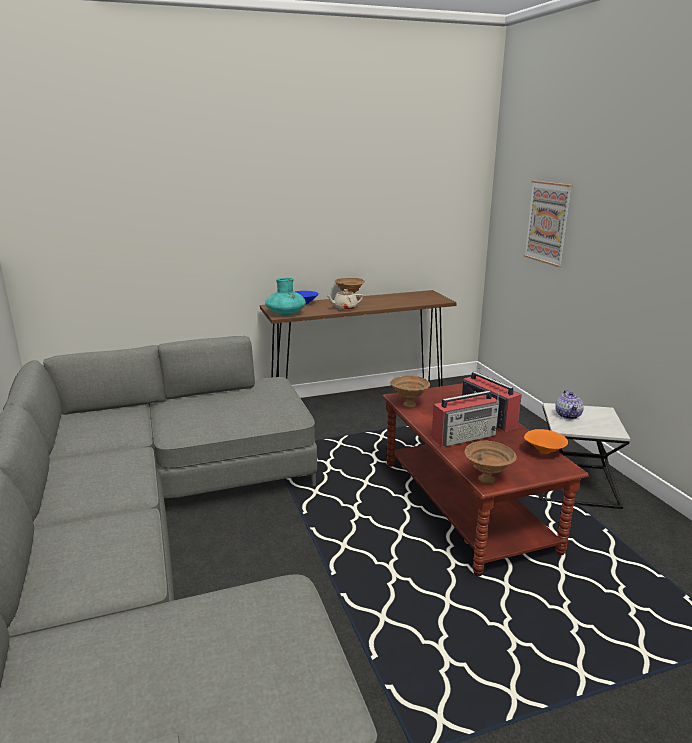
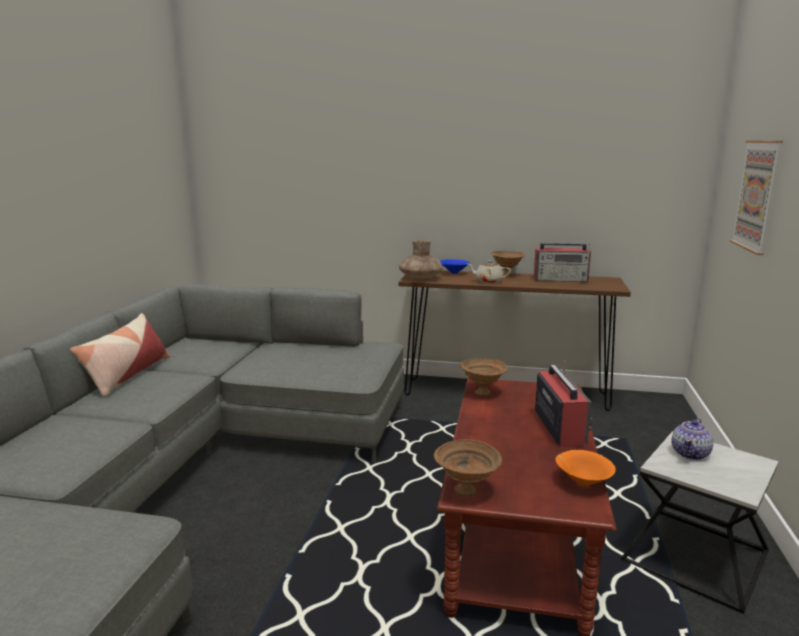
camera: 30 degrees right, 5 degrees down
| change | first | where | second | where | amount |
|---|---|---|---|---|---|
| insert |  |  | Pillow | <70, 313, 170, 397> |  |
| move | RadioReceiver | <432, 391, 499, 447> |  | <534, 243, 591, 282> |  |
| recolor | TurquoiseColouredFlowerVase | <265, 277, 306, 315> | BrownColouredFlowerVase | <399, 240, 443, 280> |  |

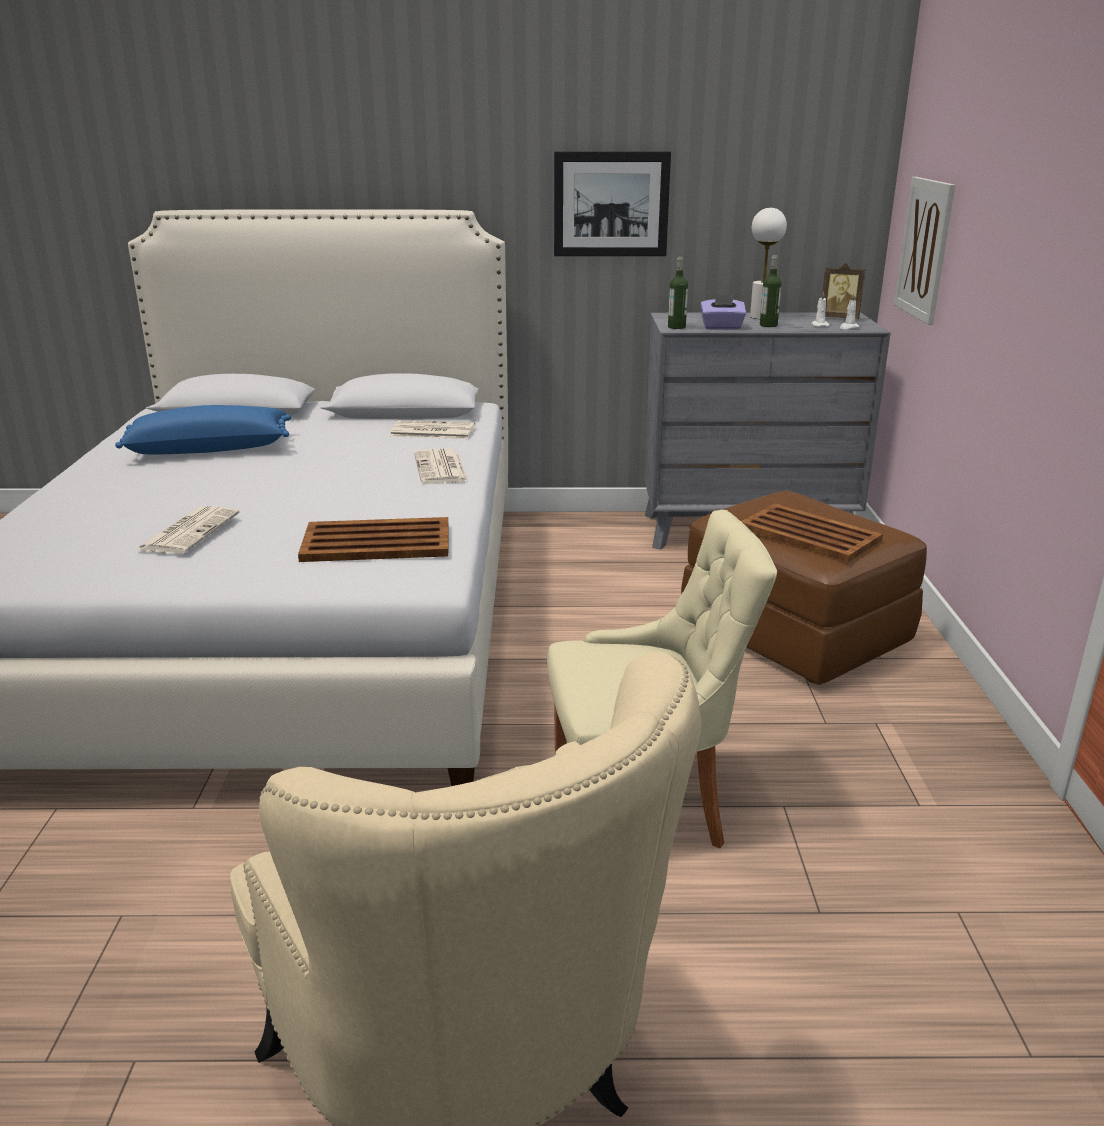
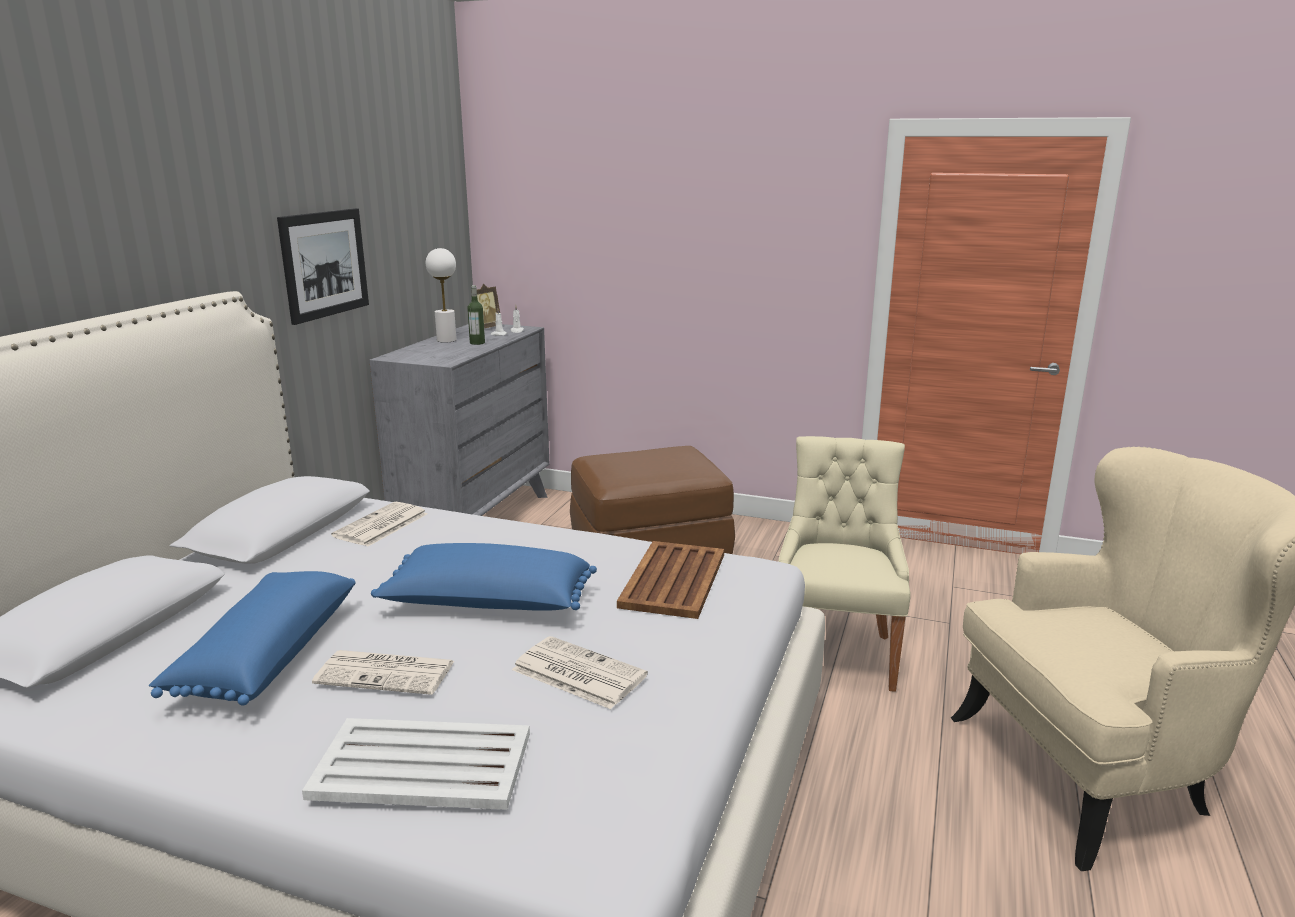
camera: 70 degrees left, 5 degrees down
| change | first | where | second | where | amount |
|---|---|---|---|---|---|
| delete | BeverageBottle | <668, 257, 688, 329> |  |  |  |
| delete | PurplishTissueHolder | <700, 294, 746, 330> |  |  |  |
| delete | BrownColouredTray | <741, 503, 883, 562> |  |  |  |
| delete | WallPicture | <894, 177, 955, 325> |  |  |  |
| insert |  |  | WhiteColouredTray | <302, 718, 530, 810> |  |
| insert |  |  | BlueColouredPillow | <371, 543, 597, 611> |  |
| move | Newspaper | <414, 449, 468, 484> |  | <312, 650, 455, 695> |  |

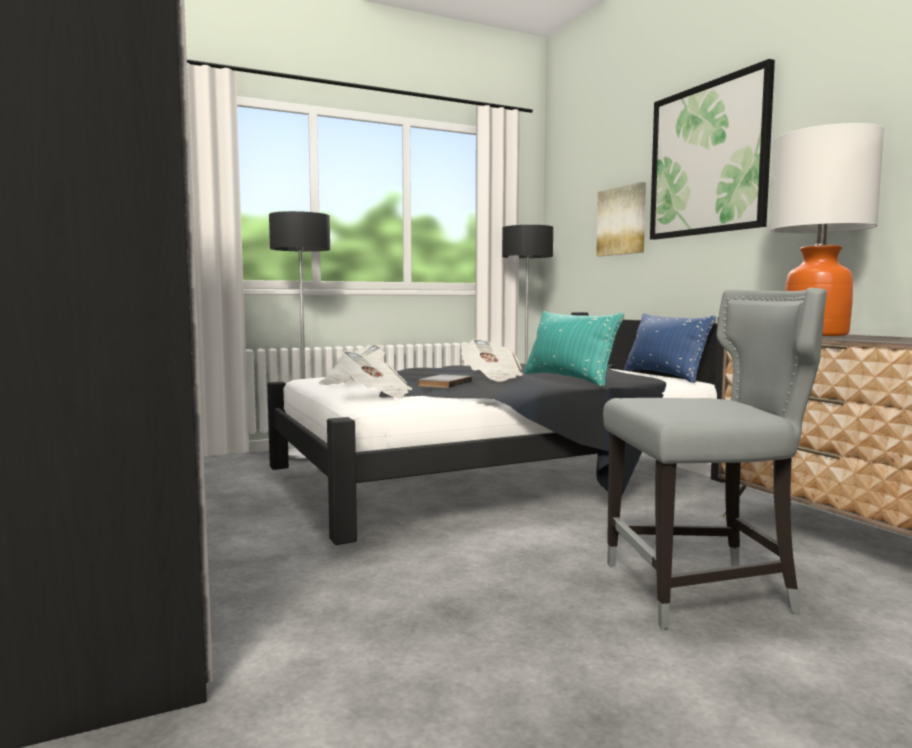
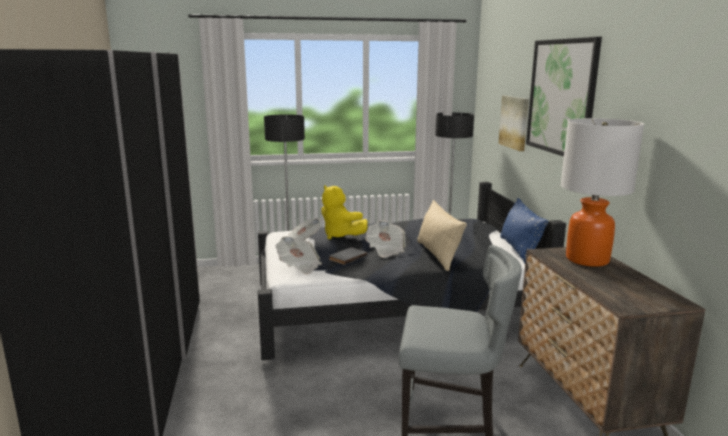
camera: 15 degrees right, 10 degrees up
| change | first | where | second | where | amount |
|---|---|---|---|---|---|
| insert |  |  | YellowishSoftToy | <321, 185, 368, 239> |  |
| recolor | TurquoiseColouredPillow | <524, 311, 624, 387> | BeigeColouredPillow | <417, 200, 467, 271> |  |

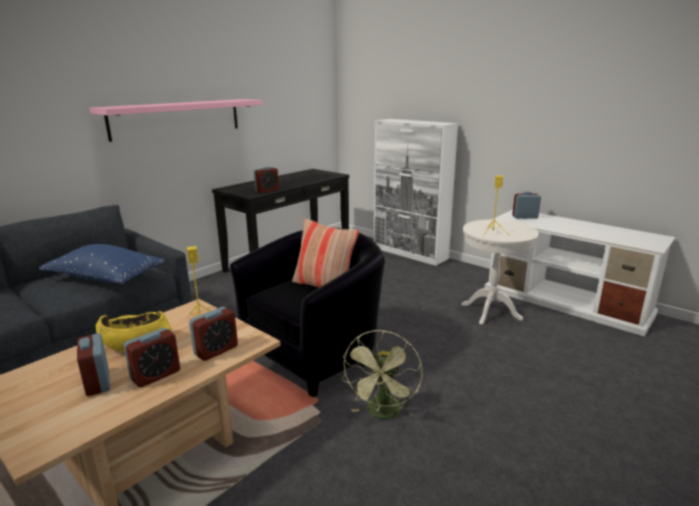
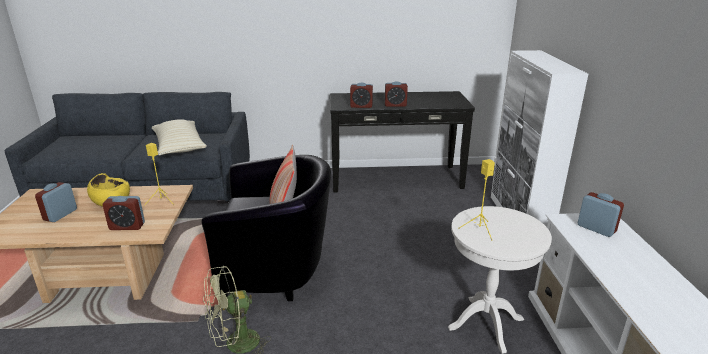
camera: 45 degrees right, 5 degrees up
| change | first | where | second | where | amount |
|---|---|---|---|---|---|
| delete | PinkColouredBracketShelf | <89, 99, 263, 142> |  |  |  |
| move | BedsideClock | <123, 328, 180, 388> |  | <385, 81, 408, 107> |  |
| recolor | BlueColouredPillow | <39, 244, 165, 284> | BeigeColouredPillow | <152, 119, 206, 155> |  |

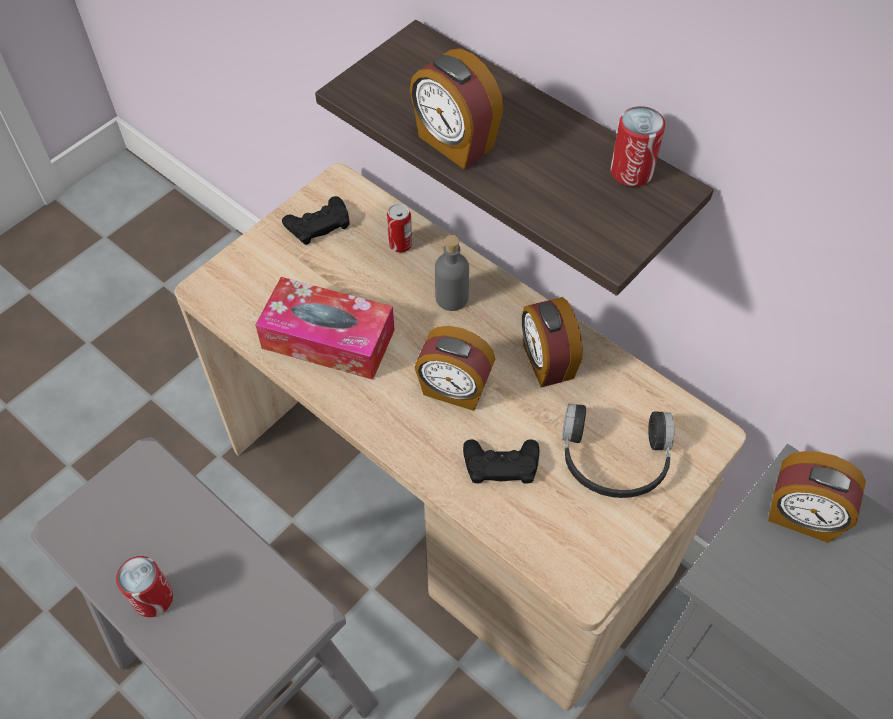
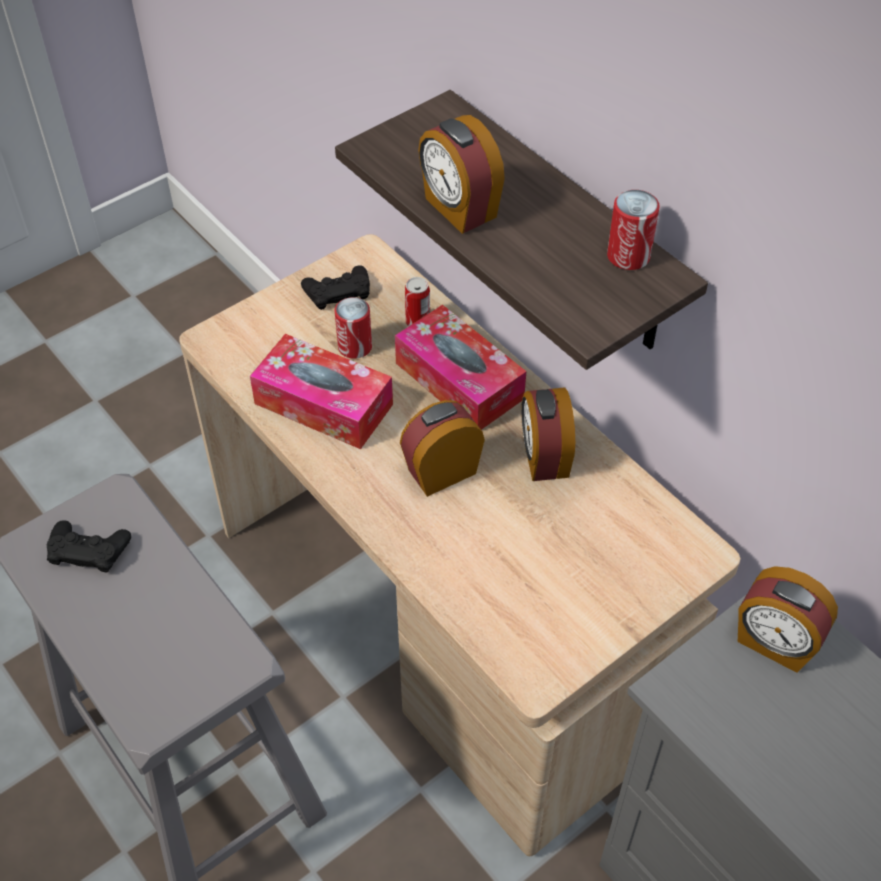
camera: 10 degrees right, 5 degrees down
| change | first | where | second | where | amount |
|---|---|---|---|---|---|
| delete | BlackPairOfHeadphones | <563, 403, 674, 498> |  |  |  |
| move | SealedCan | <116, 556, 173, 617> |  | <335, 297, 372, 359> |  |
| move | BlackGamepad | <463, 439, 540, 483> |  | <47, 520, 131, 573> |  |
| replace | GreyBeverageBottle | <435, 235, 469, 311> | TissueHolder | <395, 305, 526, 430> |  |
| rotate | BedsideClock | <414, 326, 495, 411> |  | <400, 400, 485, 497> | 120 degrees clockwise |

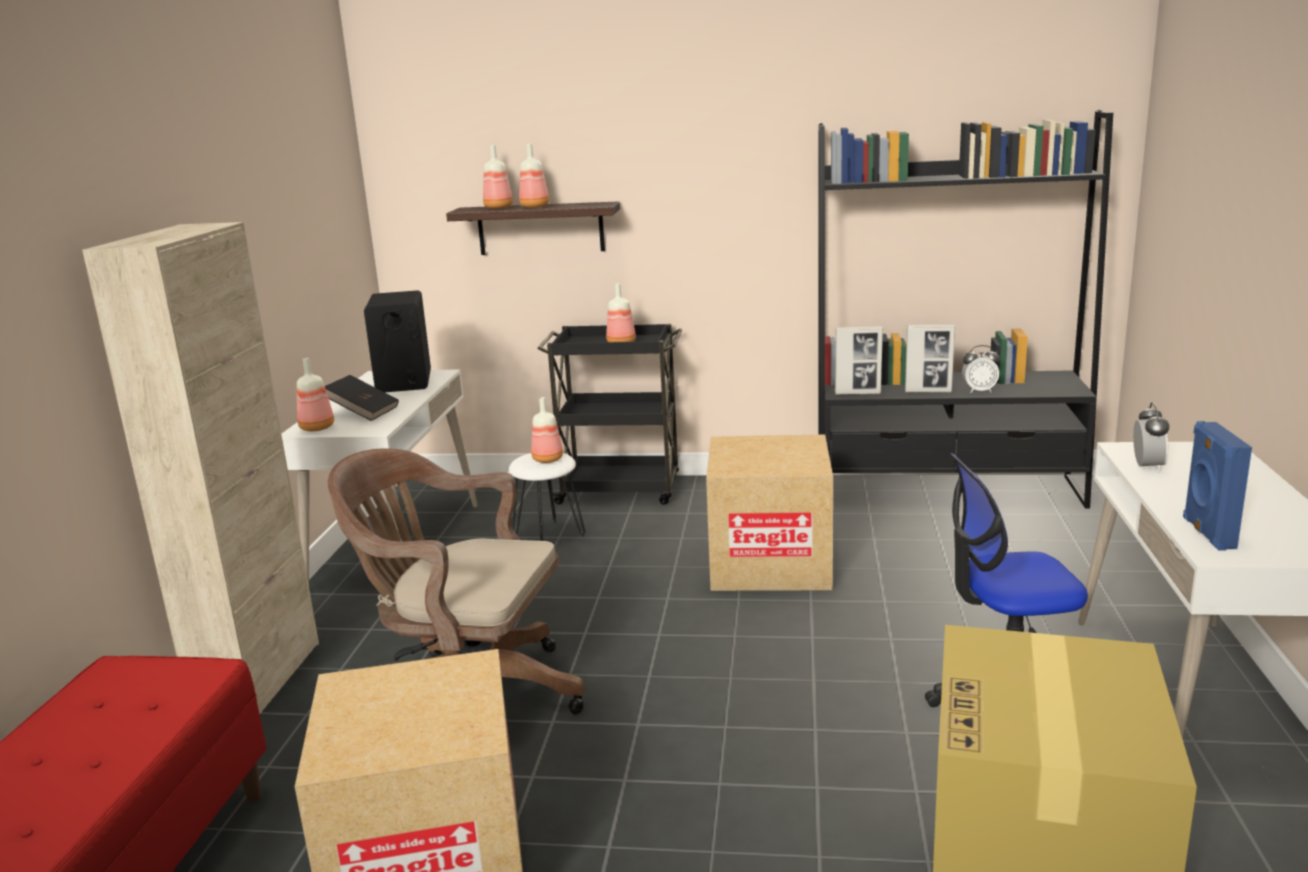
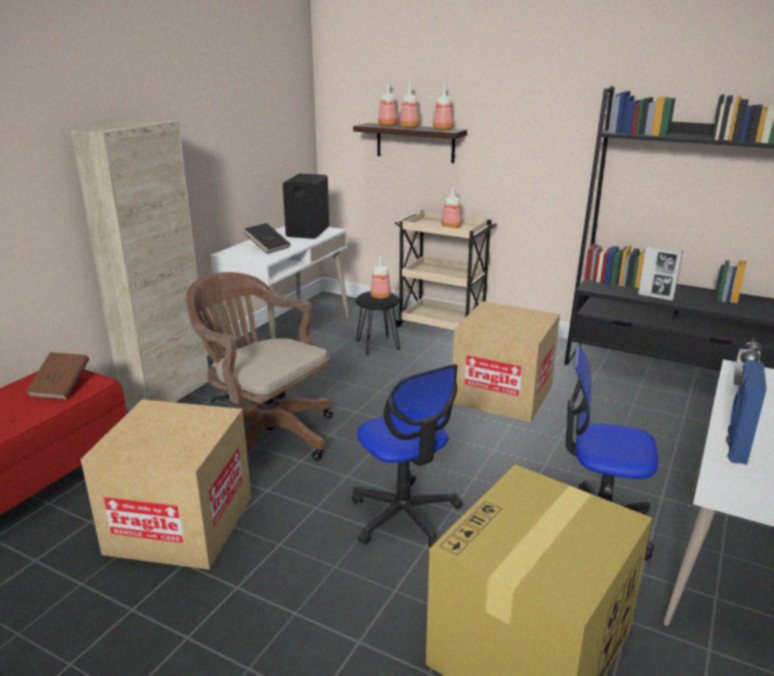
camera: 20 degrees right, 5 degrees up
| change | first | where | second | where | amount |
|---|---|---|---|---|---|
| delete | PictureFrame | <835, 326, 883, 395> |  |  |  |
| delete | BedsideClock | <962, 345, 1000, 393> |  |  |  |
| insert |  |  | BrownColouredBoundBook | <26, 352, 89, 400> |  |
| insert |  |  | DeskChair | <352, 364, 463, 547> |  |
| move | BeverageBottle | <297, 358, 334, 431> |  | <433, 85, 453, 130> |  |
| recolor | WhiteColouredStoolSeat | <509, 453, 585, 541> | BlackStoolSeat | <356, 291, 400, 355> |  |
| recolor | BlackWheeledCart | <537, 324, 682, 505> | BeigeColouredWheeledCart | <393, 210, 497, 330> |  |

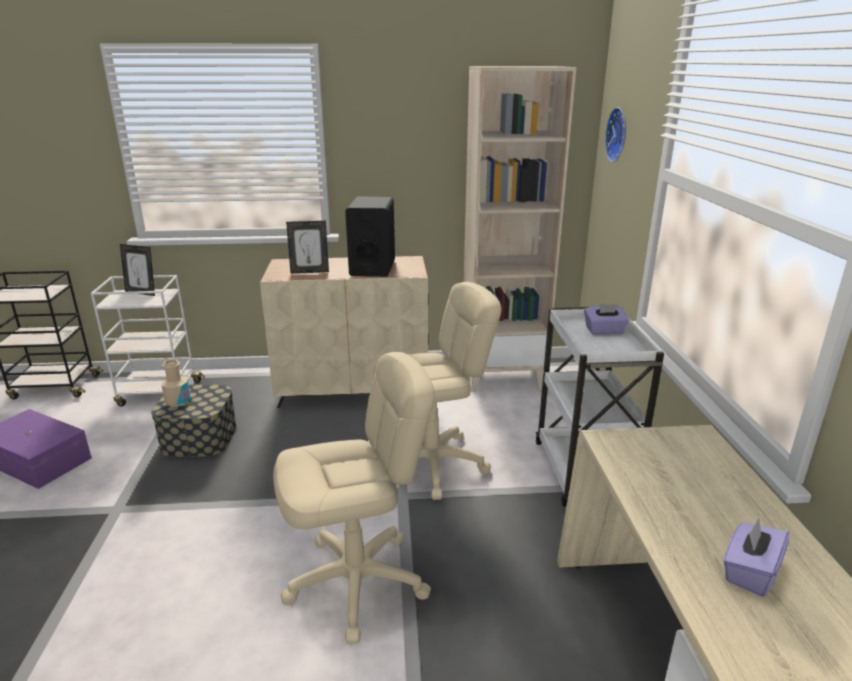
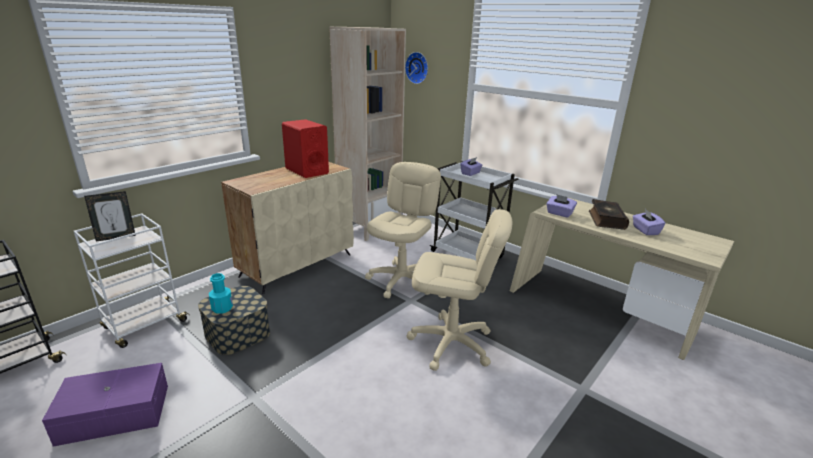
camera: 45 degrees left, 0 degrees up
| change | first | where | second | where | amount |
|---|---|---|---|---|---|
| delete | PictureFrame | <286, 221, 329, 274> |  |  |  |
| insert |  |  | PurplishTissueHolder | <546, 194, 577, 218> |  |
| insert |  |  | BoundBook | <589, 199, 629, 230> |  |
| recolor | BeigeColouredBeverageBottle | <161, 359, 191, 407> | TurquoiseColouredBeverageBottle | <209, 273, 233, 314> |  |
| recolor | BlackSpeaker | <345, 196, 395, 277> | ReddishSpeaker | <282, 119, 329, 178> |  |
| rotate | BeigeColouredDeskChair | <273, 352, 435, 644> |  | <406, 209, 512, 371> | 75 degrees clockwise |

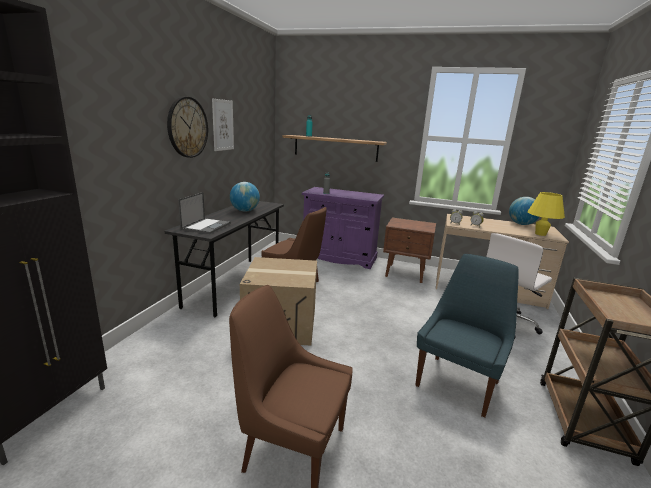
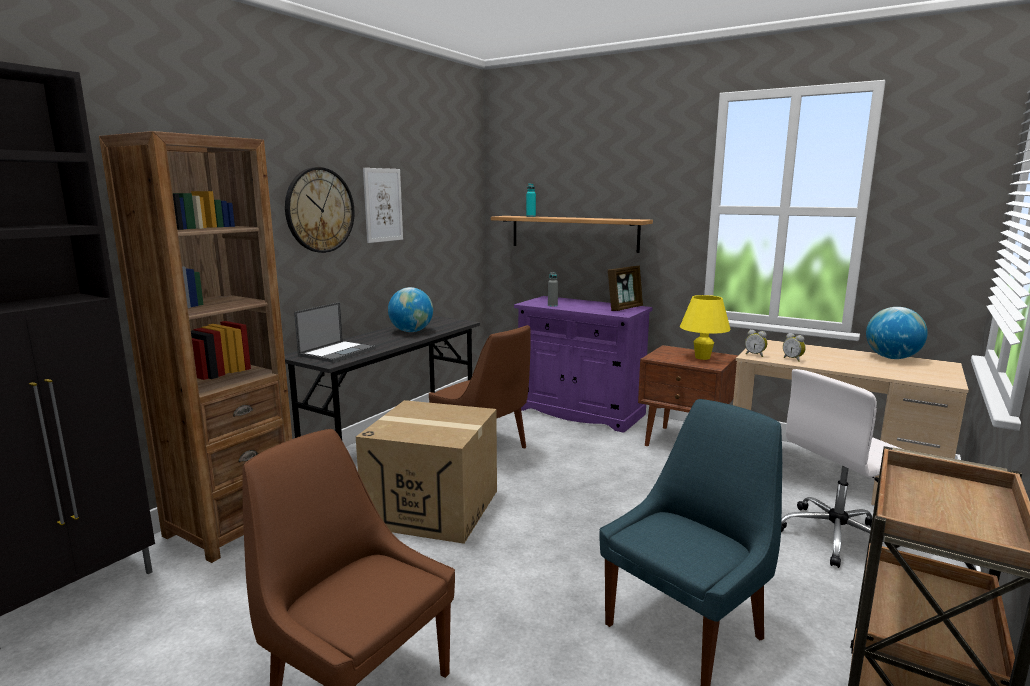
camera: 15 degrees right, 5 degrees down
| change | first | where | second | where | amount |
|---|---|---|---|---|---|
| insert |  |  | BrownColouredBookshelf | <99, 131, 292, 563> |  |
| insert |  |  | PictureFrame | <608, 266, 643, 311> |  |
| move | YellowishLampForATable | <528, 192, 565, 236> |  | <680, 295, 731, 360> |  |

